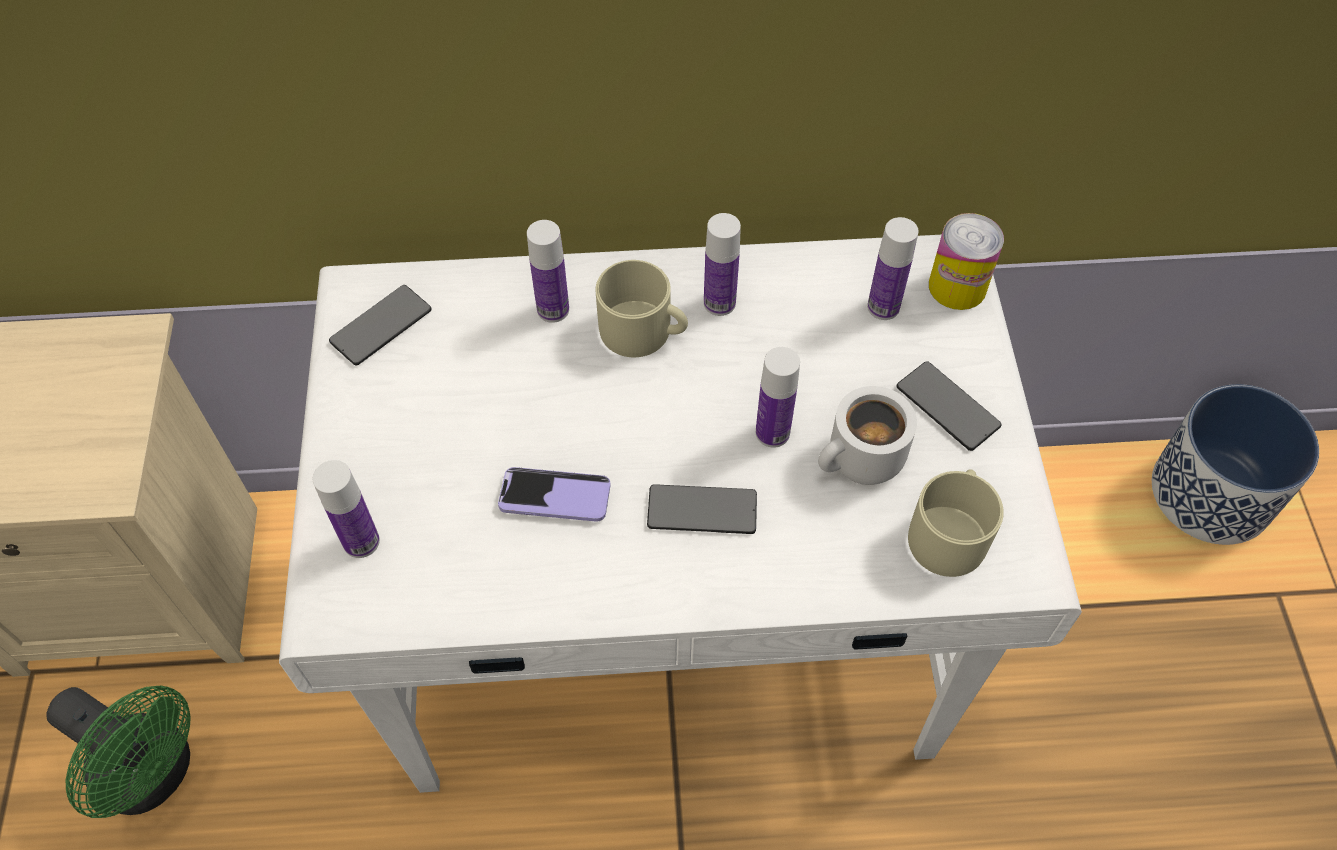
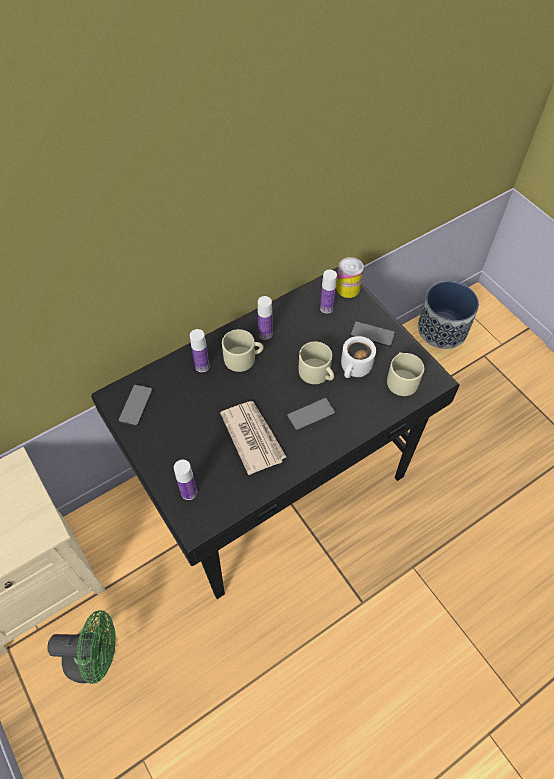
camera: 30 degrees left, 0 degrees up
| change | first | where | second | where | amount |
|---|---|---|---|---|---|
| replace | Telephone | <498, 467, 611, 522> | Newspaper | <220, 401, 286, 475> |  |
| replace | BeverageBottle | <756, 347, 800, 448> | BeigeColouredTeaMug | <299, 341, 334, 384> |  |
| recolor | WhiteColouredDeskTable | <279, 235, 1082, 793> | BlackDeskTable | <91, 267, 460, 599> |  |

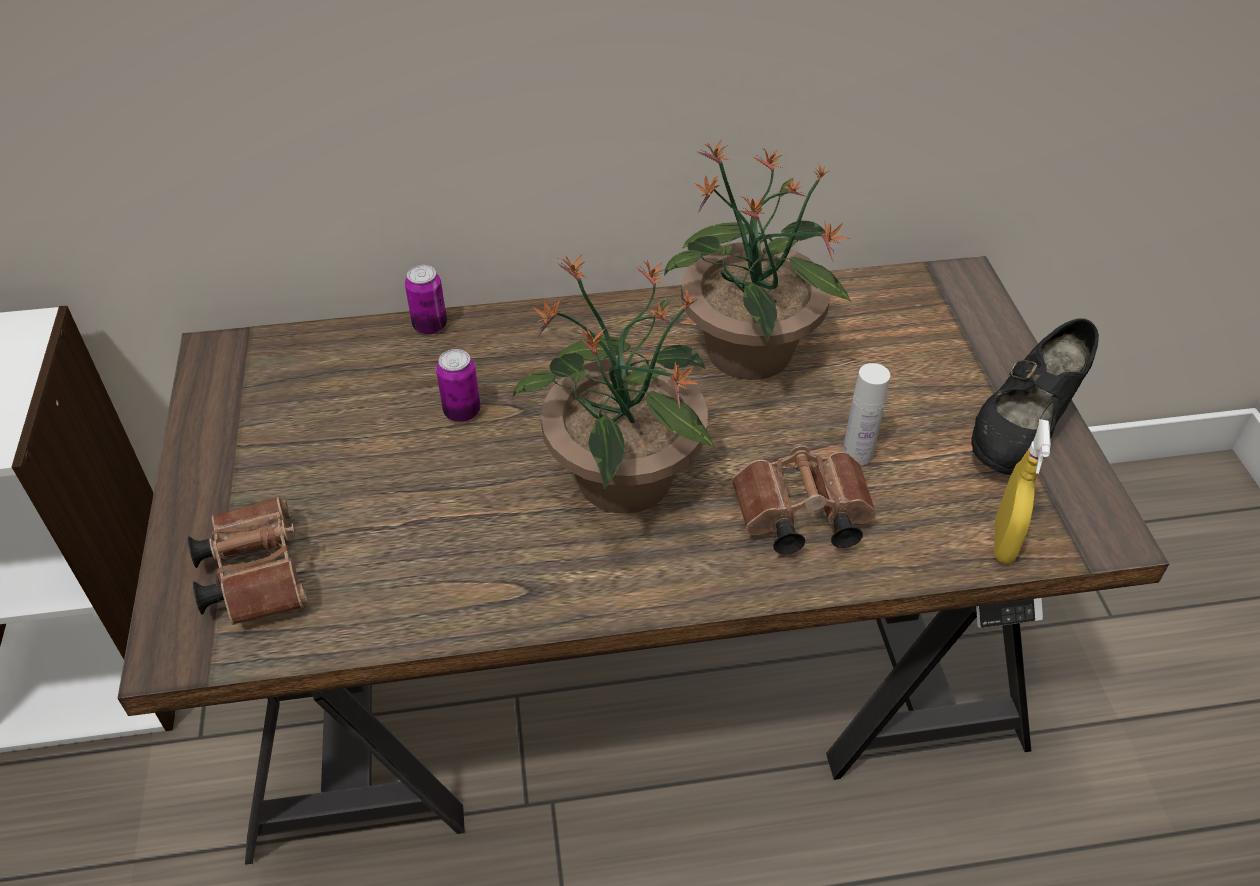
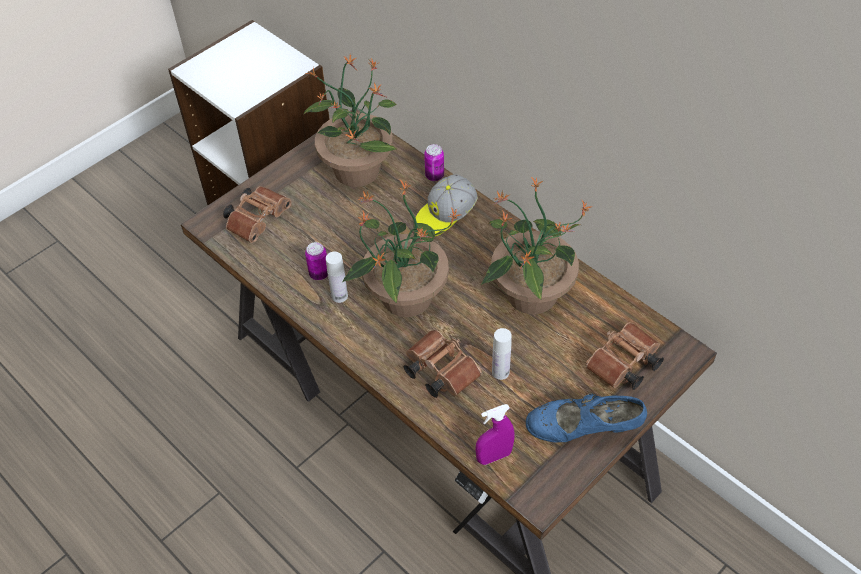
camera: 55 degrees right, 5 degrees up
| change | first | where | second | where | amount |
|---|---|---|---|---|---|
| insert |  |  | PlantInAPot | <303, 55, 397, 187> |  |
| insert |  |  | WhiteColouredBeverageBottle | <326, 252, 348, 303> |  |
| insert |  |  | BaseballCap | <415, 175, 478, 236> |  |
| insert |  |  | BrownColouredFieldGlasses | <585, 322, 664, 390> |  |
| move | SealedCan | <436, 349, 480, 422> |  | <305, 242, 328, 280> |  |
| recolor | BlackLowShoe | <971, 318, 1099, 475> | BlueColouredLowShoe | <526, 393, 647, 443> |  |
| recolor | YellowishHandSprayer | <994, 419, 1051, 564> | PurplishHandSprayer | <476, 404, 514, 465> |  |

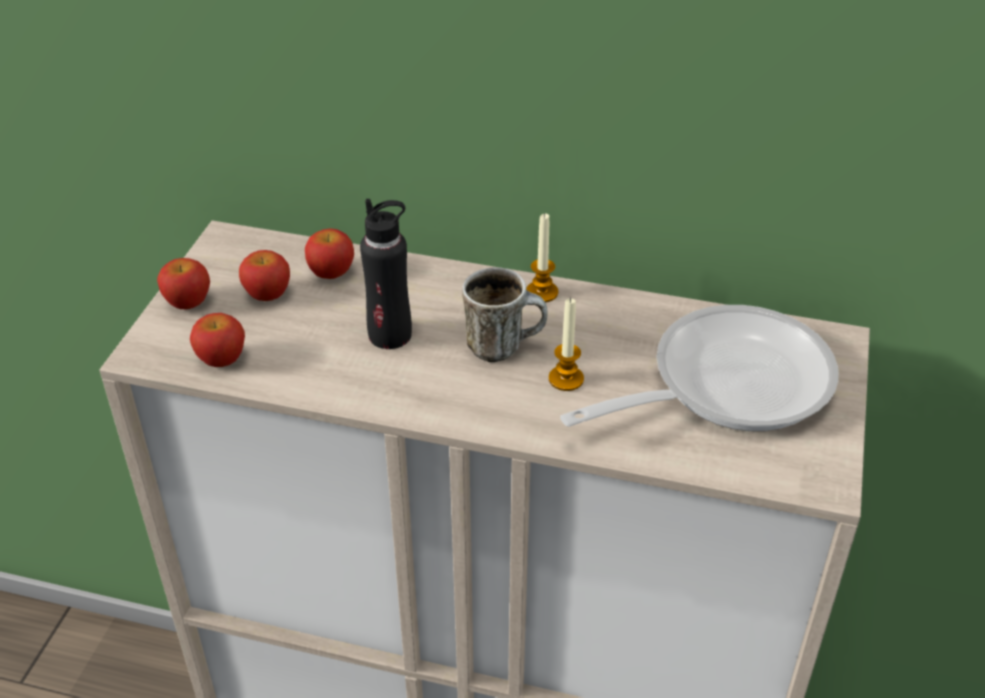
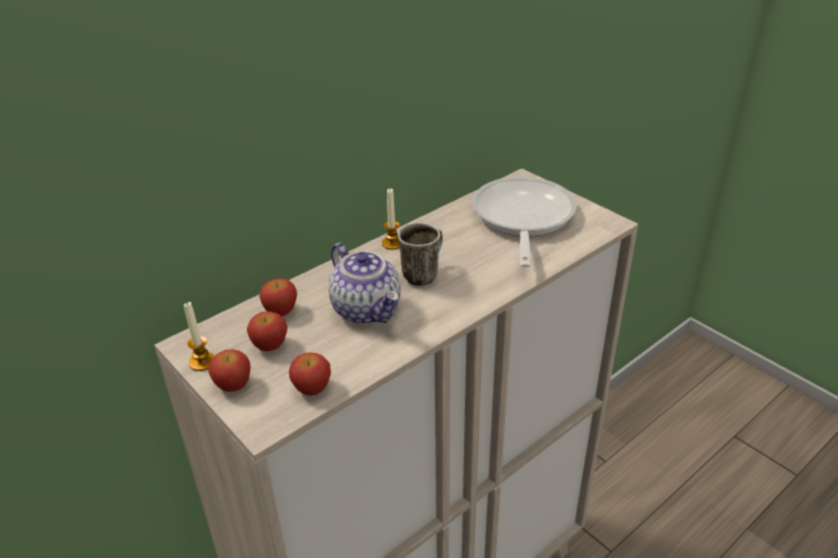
camera: 55 degrees left, 5 degrees down
| change | first | where | second | where | amount |
|---|---|---|---|---|---|
| move | WaxLight | <549, 298, 584, 391> |  | <184, 302, 214, 371> |  |
| replace | BlackBeverageBottle | <360, 199, 412, 349> | Teapot | <328, 243, 401, 324> |  |

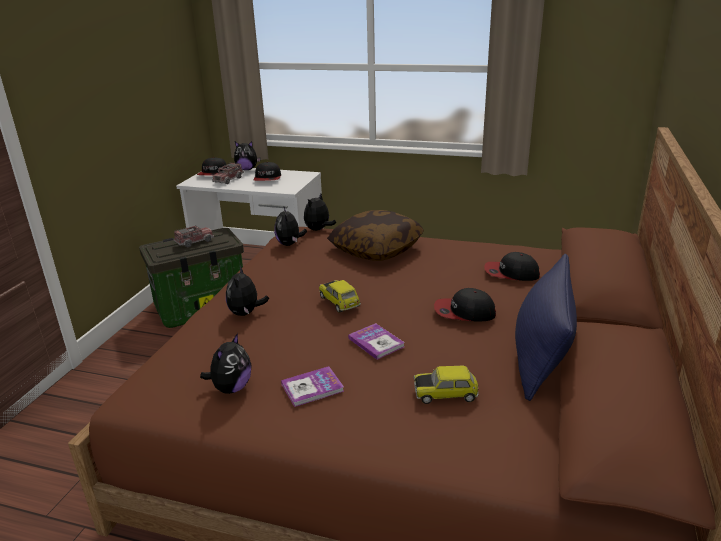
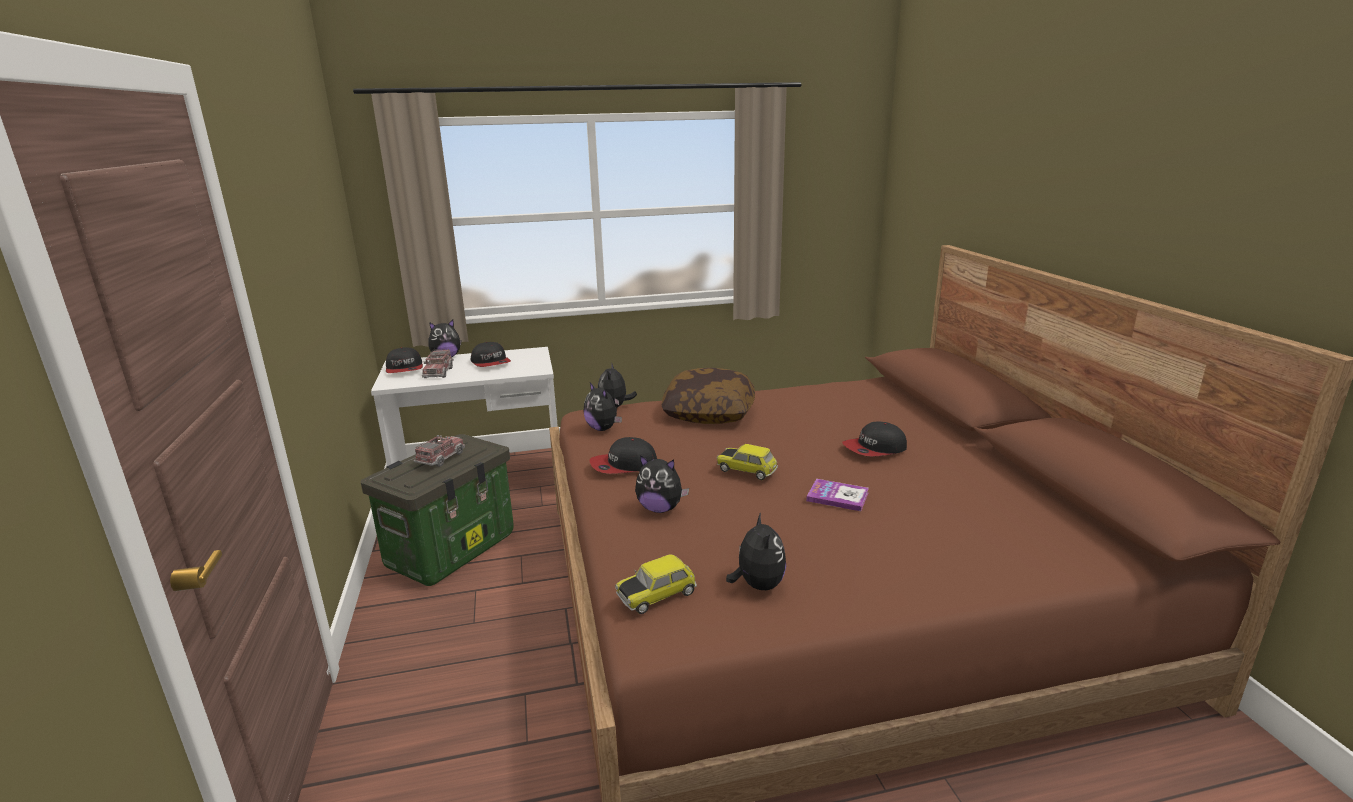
camera: 30 degrees left, 5 degrees down
| change | first | where | second | where | amount |
|---|---|---|---|---|---|
| delete | BoundBook | <281, 366, 344, 407> |  |  |  |
| delete | BlueColouredPillow | <515, 254, 577, 401> |  |  |  |
| move | MiniatureCar | <414, 366, 479, 404> |  | <615, 555, 697, 614> |  |
| move | BaseballCap | <484, 252, 540, 281> |  | <590, 437, 657, 474> |  |
| rotate | SoftToy | <226, 266, 269, 316> |  | <635, 455, 689, 513> | 45 degrees counterclockwise |

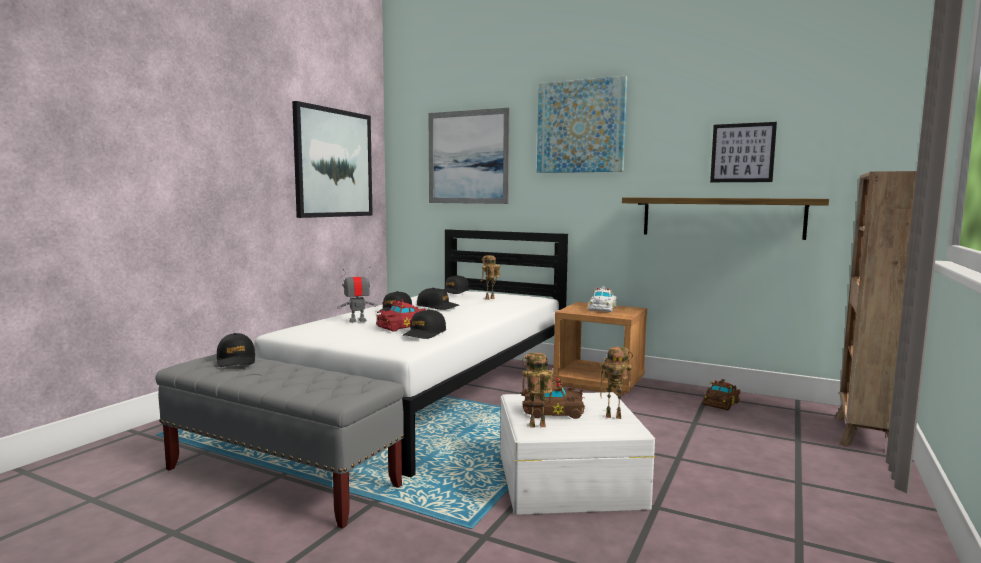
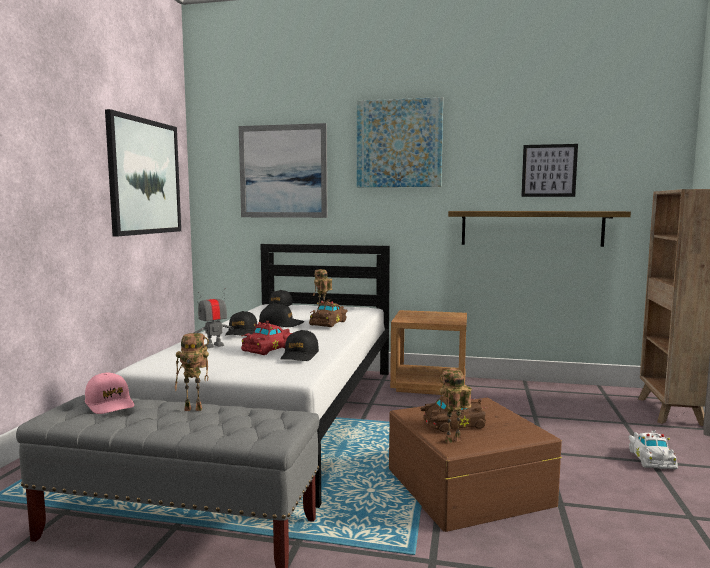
camera: 15 degrees left, 0 degrees up
| change | first | where | second | where | amount |
|---|---|---|---|---|---|
| move | WhiteColouredMiniatureCar | <588, 286, 618, 312> |  | <629, 430, 678, 469> |  |
| move | RobotFigure | <600, 347, 633, 419> |  | <175, 333, 209, 411> |  |
| move | BrownColouredMiniatureCar | <702, 379, 741, 411> |  | <309, 299, 348, 327> |  |
| recolor | BlackBaseballCap | <217, 333, 255, 367> | PinkColouredBaseballCap | <85, 373, 134, 414> |  |
| recolor | WhiteColouredStorageBin | <500, 392, 655, 515> | BrownColouredStorageBin | <389, 398, 562, 532> |  |

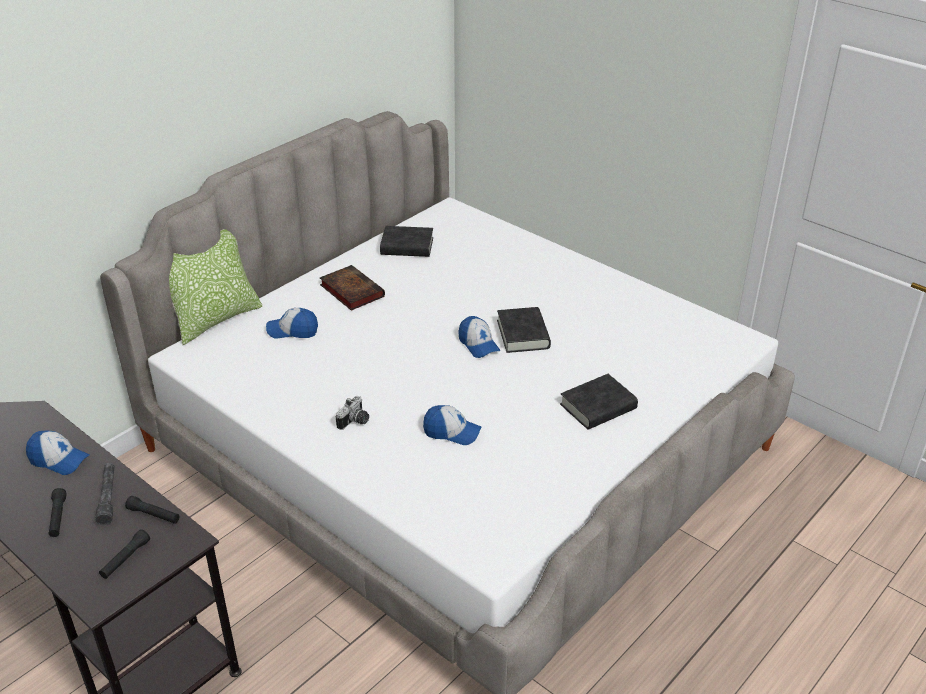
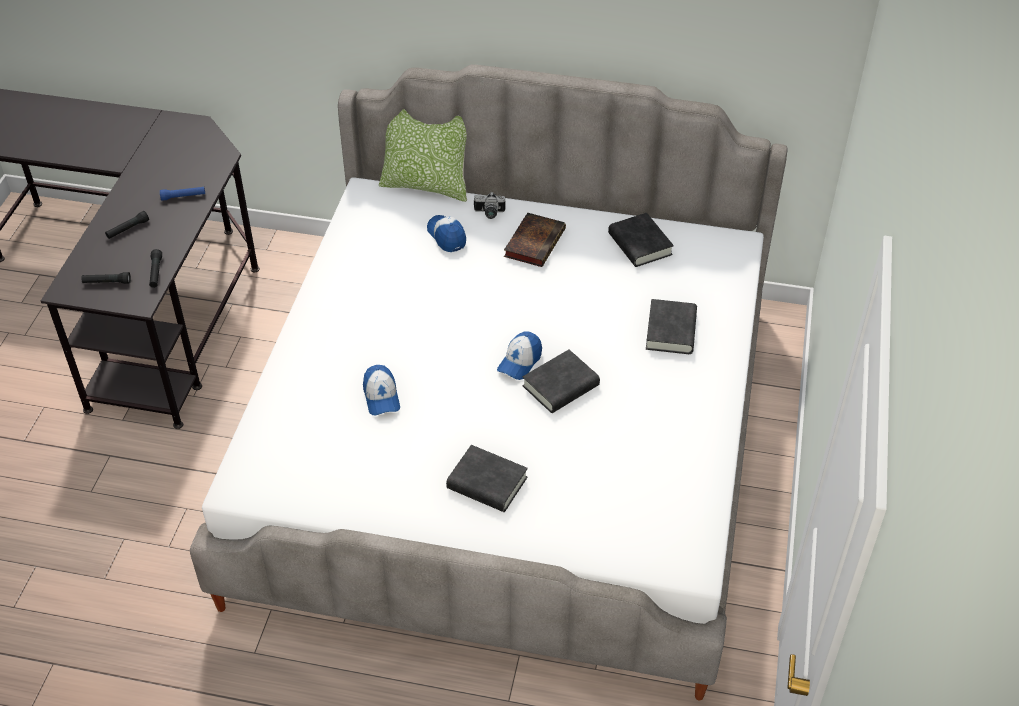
camera: 60 degrees right, 10 degrees up
| change | first | where | second | where | amount |
|---|---|---|---|---|---|
| delete | GreyHandTorch | <95, 463, 115, 526> |  |  |  |
| insert |  |  | BlackBoundBook | <646, 299, 697, 354> |  |
| move | PhotoCamera | <336, 396, 369, 430> |  | <474, 192, 505, 219> |  |
| replace | BaseballCap | <26, 431, 89, 475> | BlueColouredHandTorch | <160, 187, 205, 201> |  |

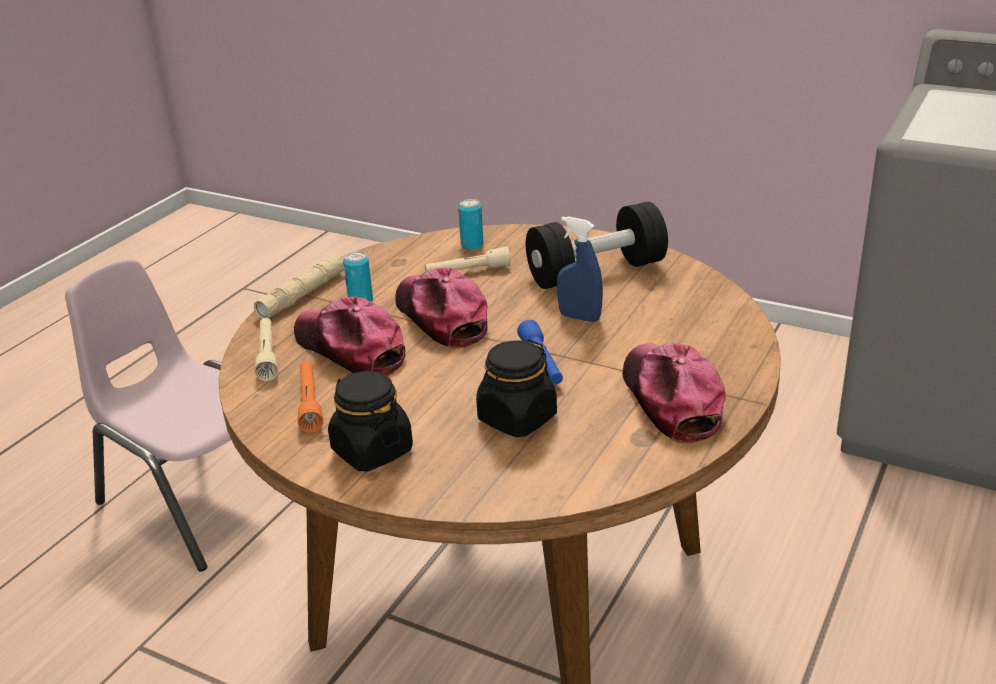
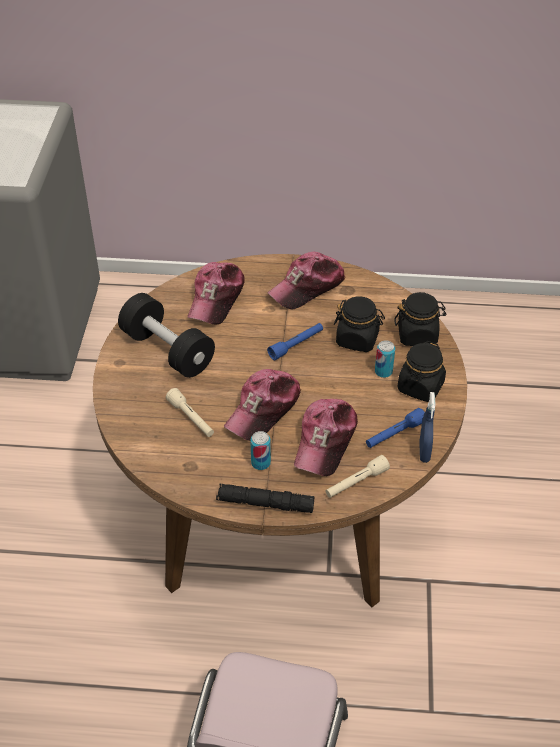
camera: 115 degrees left, 15 degrees up
| change | first | where | second | where | amount |
|---|---|---|---|---|---|
| insert |  |  | BaseballCap | <187, 262, 245, 325> |  |
| insert |  |  | BlackPreserveJar | <394, 292, 447, 346> |  |
| move | SealedCan | <458, 199, 484, 250> |  | <375, 340, 395, 378> |  |
| move | BlueColouredHandSprayer | <557, 216, 603, 322> |  | <419, 392, 436, 463> |  |
| recolor | BeigeColouredHandTorch | <254, 254, 344, 319> | BlackHandTorch | <216, 484, 314, 513> |  |
| recolor | OrangeHandTorch | <298, 361, 323, 433> | BlueColouredHandTorch | <366, 408, 425, 448> |  |

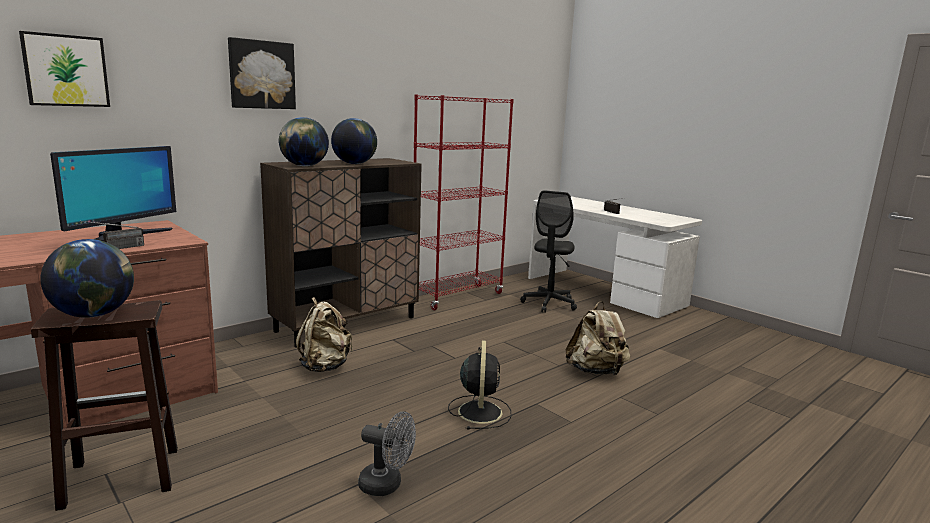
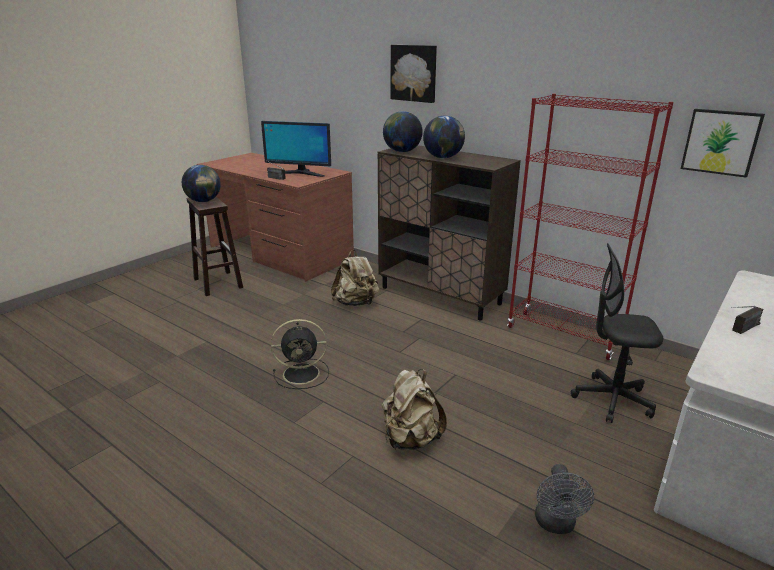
camera: 80 degrees right, 10 degrees up
| change | first | where | second | where | amount |
|---|---|---|---|---|---|
| move | WallPicture | <19, 31, 110, 107> |  | <681, 109, 765, 178> |  |
| move | GreyElectricFan | <358, 412, 416, 496> |  | <535, 464, 594, 534> |  |

